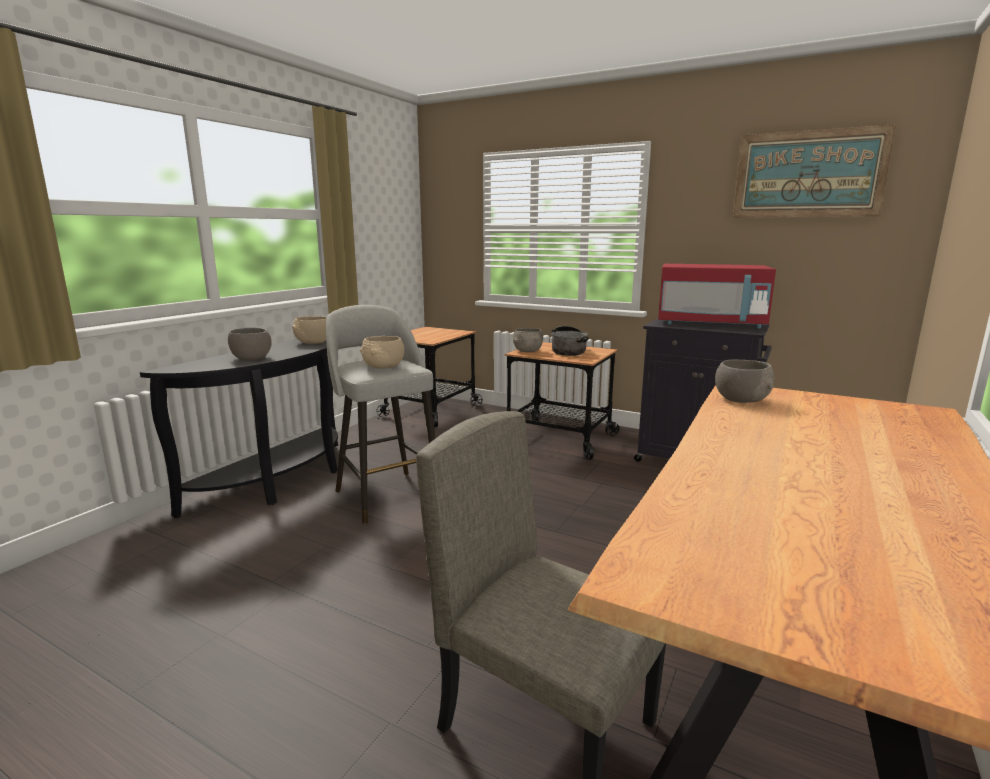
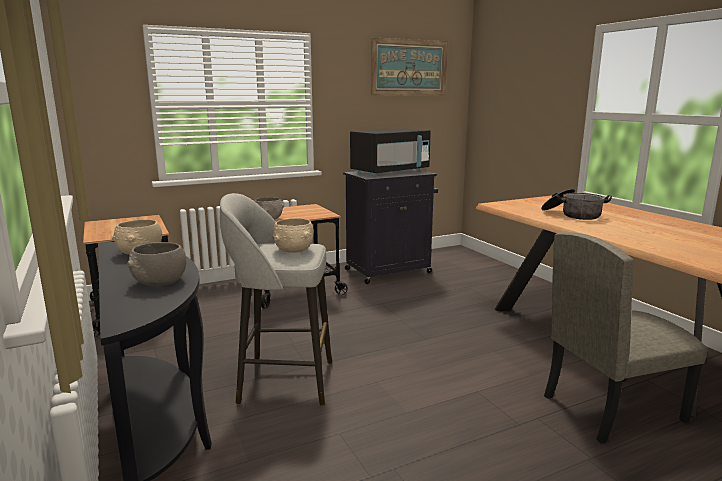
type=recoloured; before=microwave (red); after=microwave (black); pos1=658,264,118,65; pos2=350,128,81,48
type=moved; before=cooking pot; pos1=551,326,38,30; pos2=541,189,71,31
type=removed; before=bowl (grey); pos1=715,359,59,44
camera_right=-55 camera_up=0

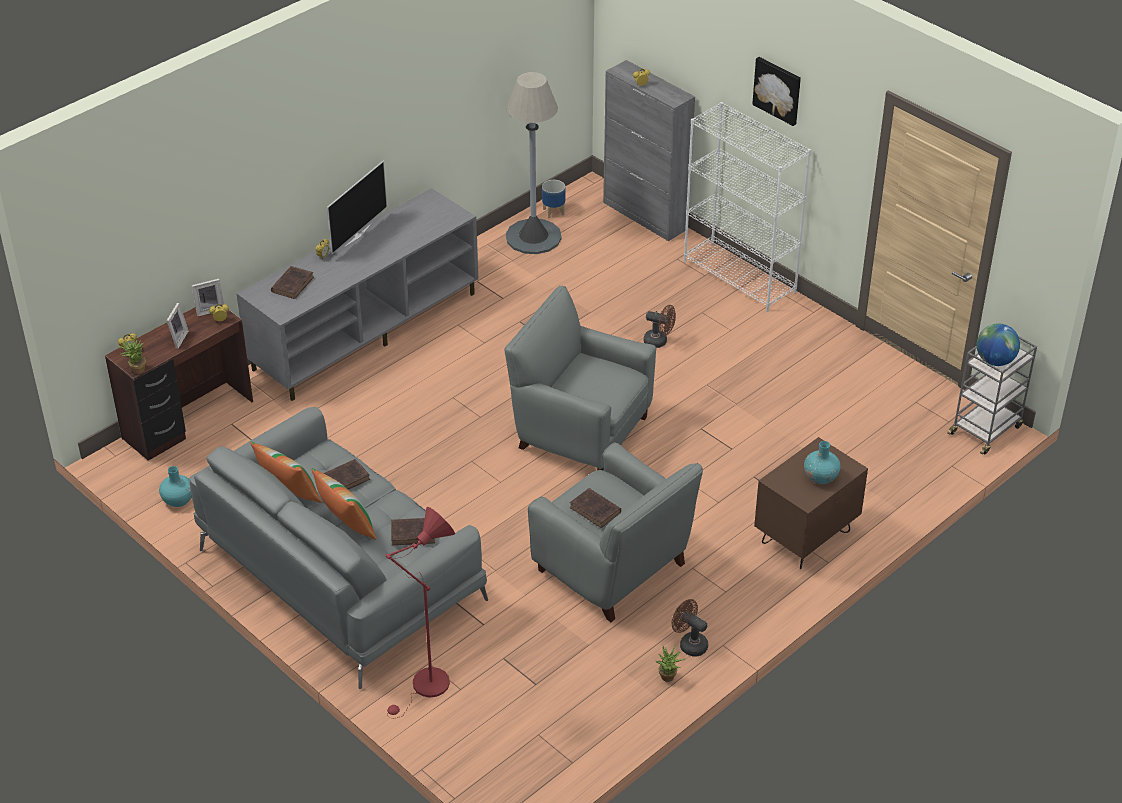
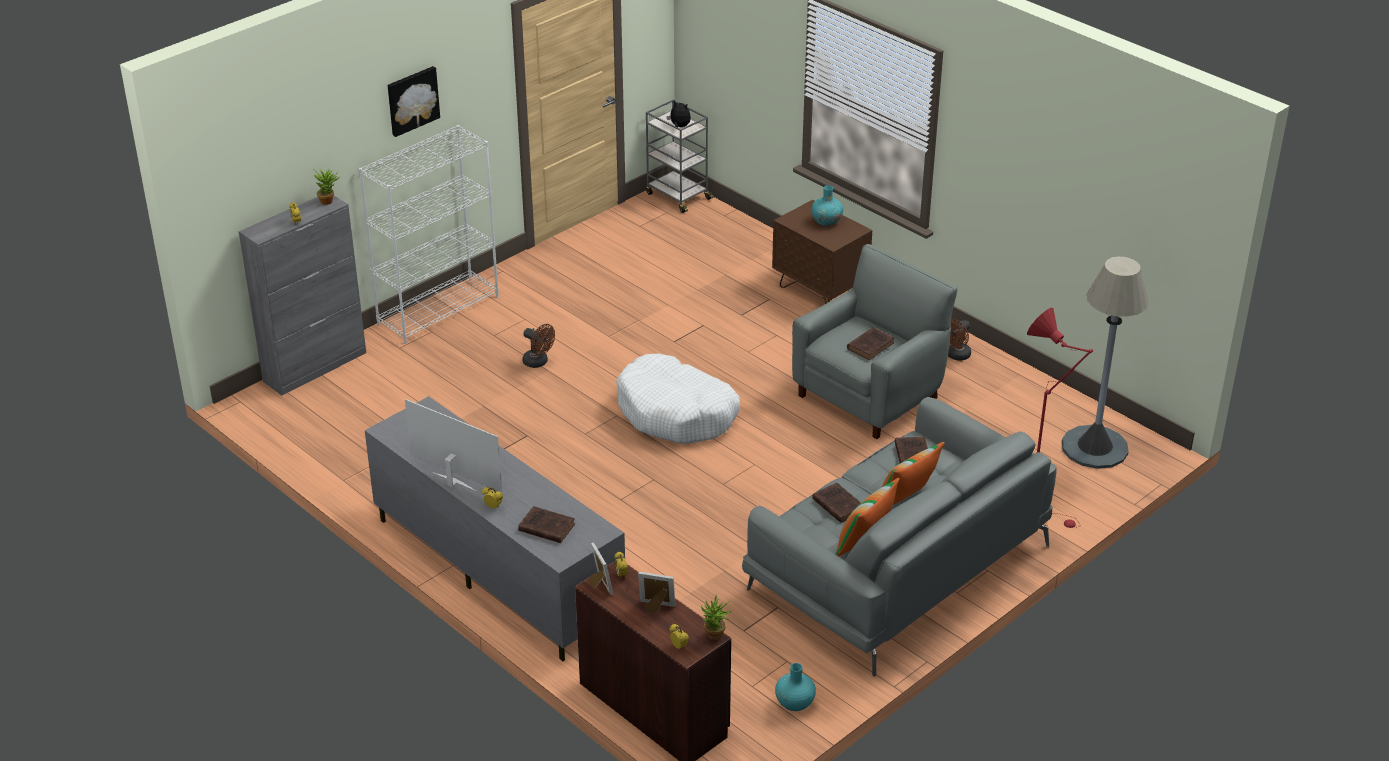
type=moved; before=floor lamp (grey); pos1=506,72,56,182; pos2=1062,257,87,212
type=removed; before=planter; pos1=542,180,23,39
type=replaced; before=armchair (grey); after=dog bed (white); pos1=505,286,151,184; pos2=616,354,124,90
type=turned; before=fan (brown); pos1=643,305,33,43; pos2=523,324,32,44; turn=105
type=replaced; before=globe; after=plush toy; pos1=977,323,43,43; pos2=667,100,24,27
type=moved; before=potted plant; pos1=655,644,31,38; pos2=313,169,26,36
camera_right=-90 camera_up=-5

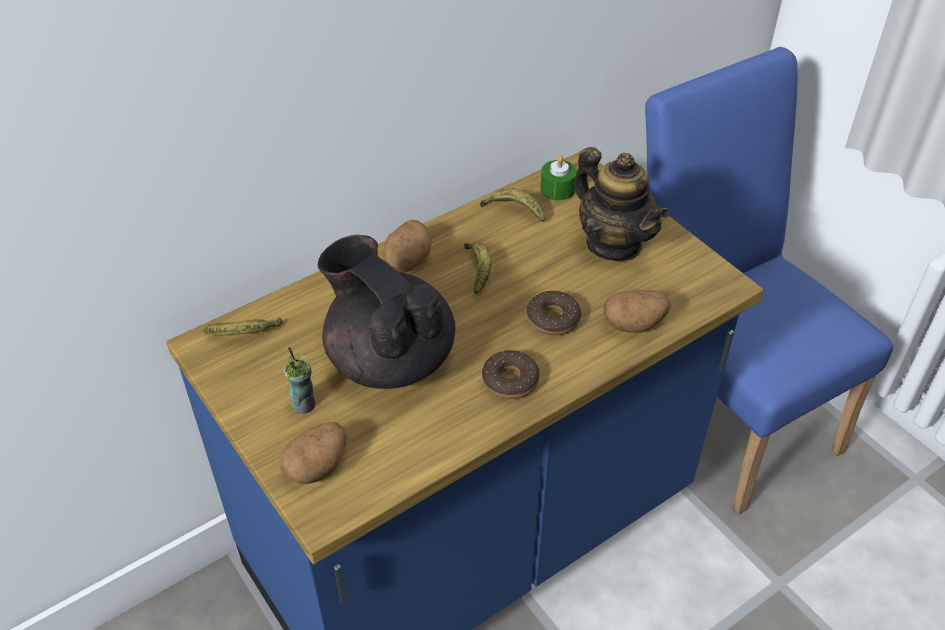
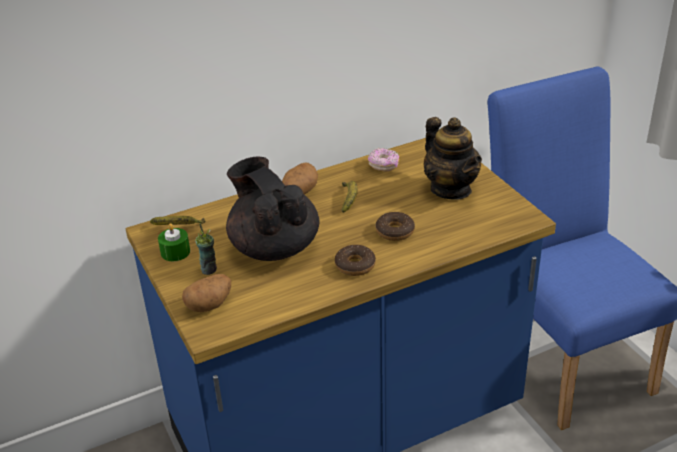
type=moved; before=candle (green); pos1=540,155,37,46; pos2=158,223,32,38
type=replaced; before=banana; after=donut; pos1=480,188,65,34; pos2=368,148,31,23
type=removed; before=potato; pos1=604,290,67,43
camera_right=10 camera_up=-10

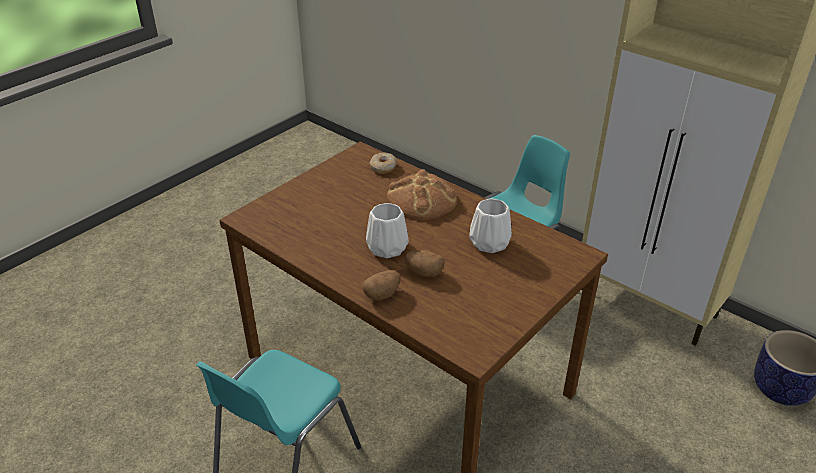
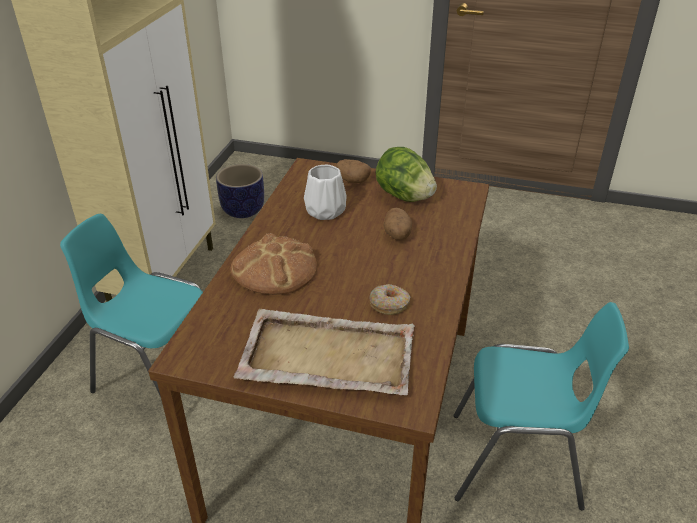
type=moved; before=donut; pos1=370,153,27,21; pos2=370,284,40,31
type=removed; before=vase (white); pos1=366,203,43,55
type=moved; before=potato; pos1=362,270,39,30; pos2=336,159,35,24
type=added; after=lettuce; pos2=376,147,61,55
type=added; after=tray (beige); pos2=234,309,181,86
camera_right=-115 camera_up=0

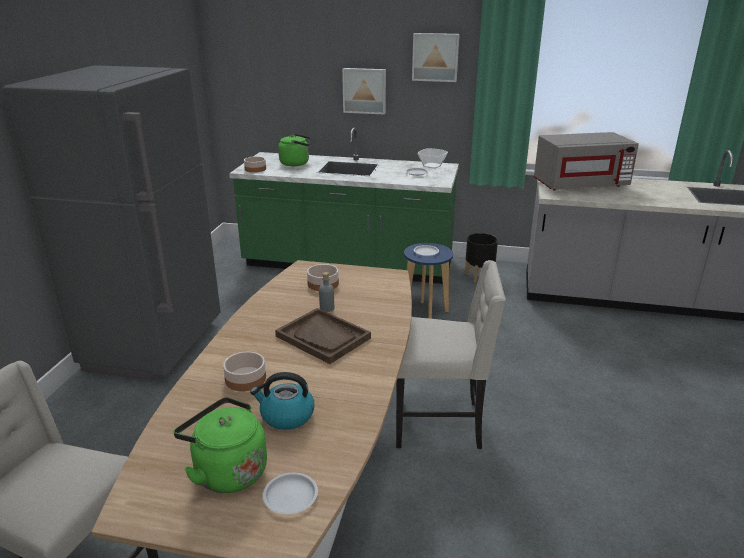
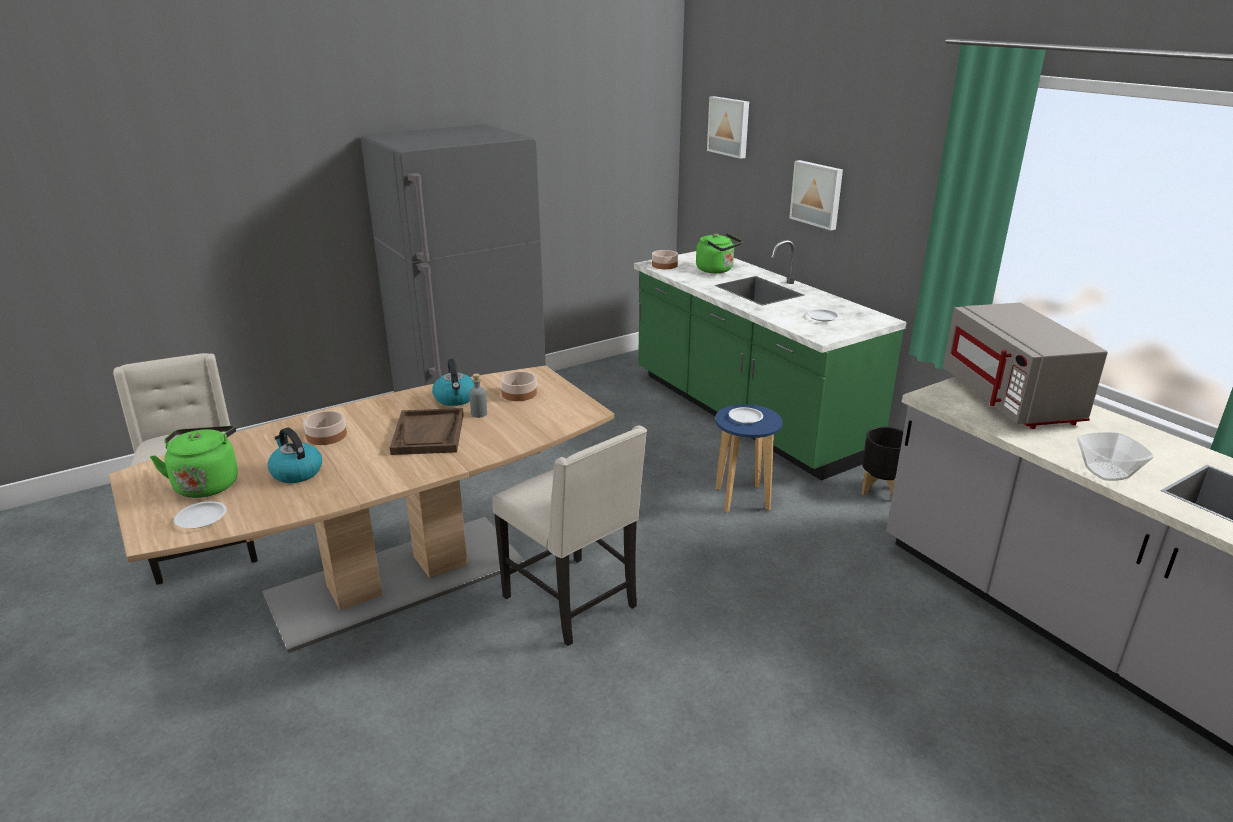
type=moved; before=picture; pos1=412,33,48,49; pos2=707,96,42,63
type=turned; before=microwave (grey); pos1=534,132,105,59; pos2=943,303,165,126; turn=45
type=moved; before=bowl; pos1=418,148,30,20; pos2=1077,432,77,49
type=added; after=kettle; pos2=432,359,42,47
camera_right=45 camera_up=0

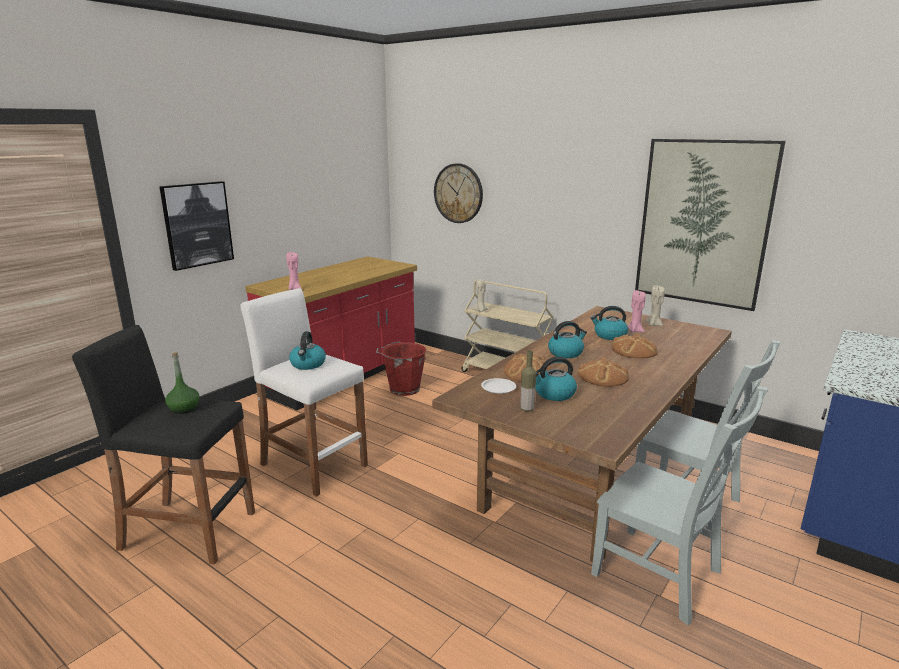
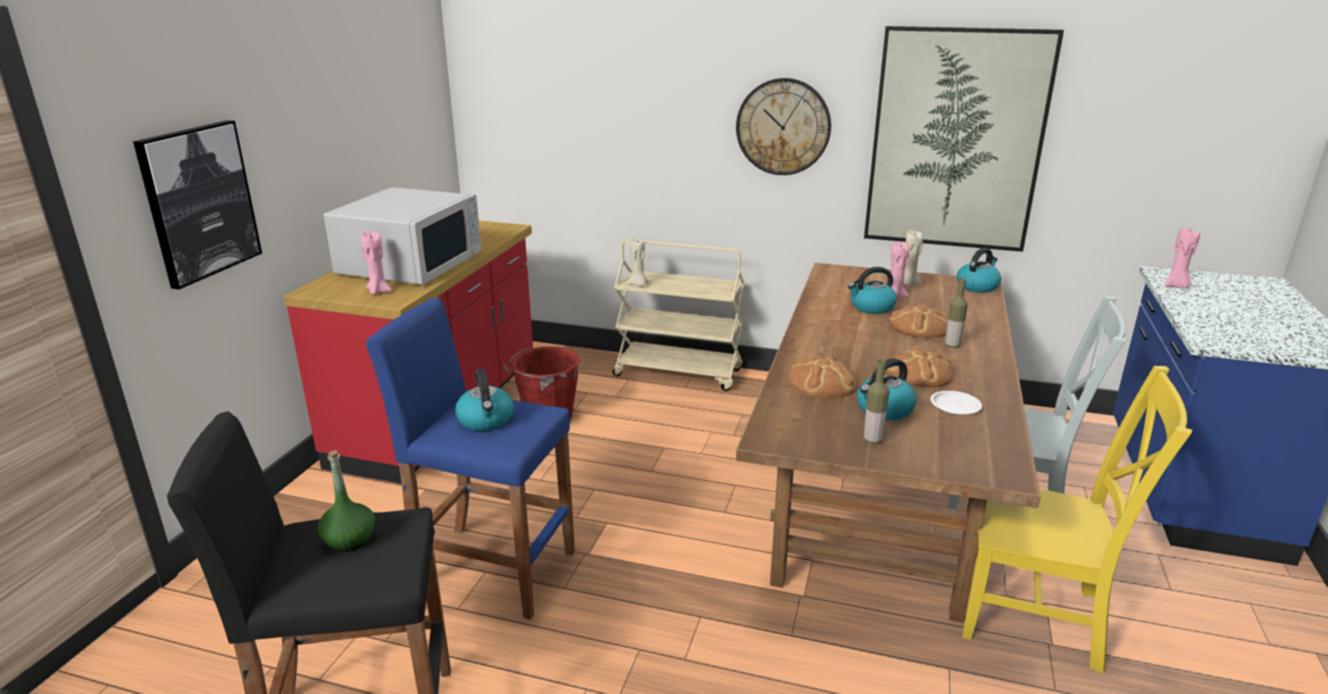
type=moved; before=wall clock; pos1=434,163,49,60; pos2=736,78,95,97
type=recoloured; before=stool (white); after=stool (blue); pos1=240,288,128,209; pos2=366,297,209,323
type=moved; before=kettle; pos1=548,321,39,37; pos2=957,248,44,45
type=moved; before=plate (white); pos1=481,378,35,16; pos2=931,391,51,24
type=recoloured; before=chair (grey); after=chair (yellow); pos1=591,386,177,239; pos2=962,366,230,307
type=added; after=microwave (white); pos2=324,187,157,98
type=added; after=candle (pink); pos2=1165,228,35,60
type=added; after=bottle; pos2=945,278,22,70
camera_right=-20 camera_up=5

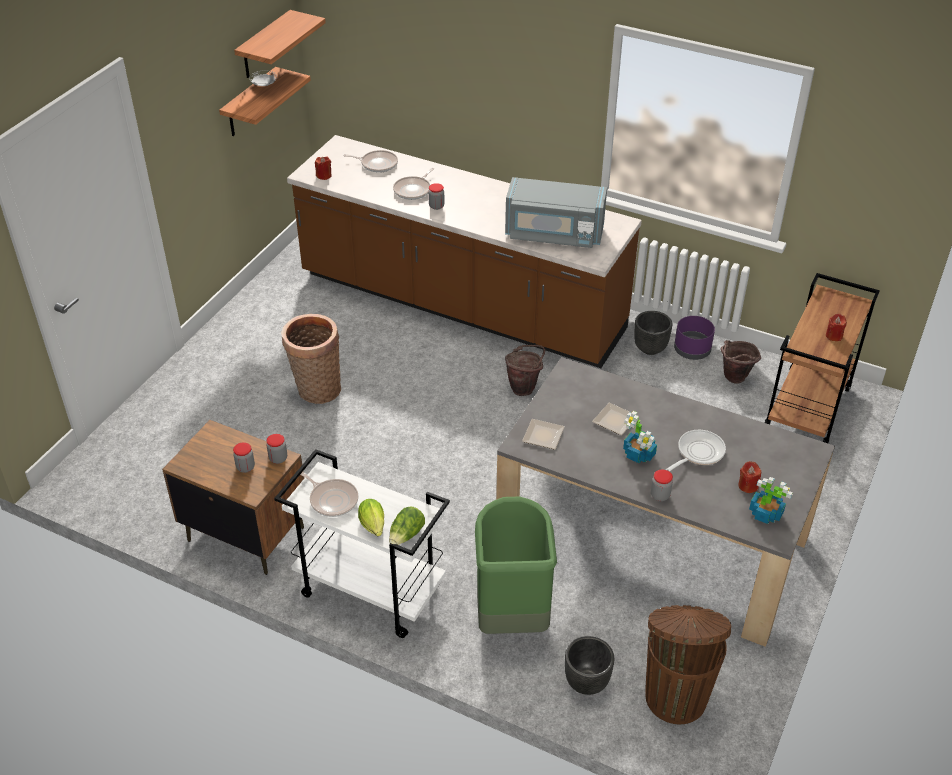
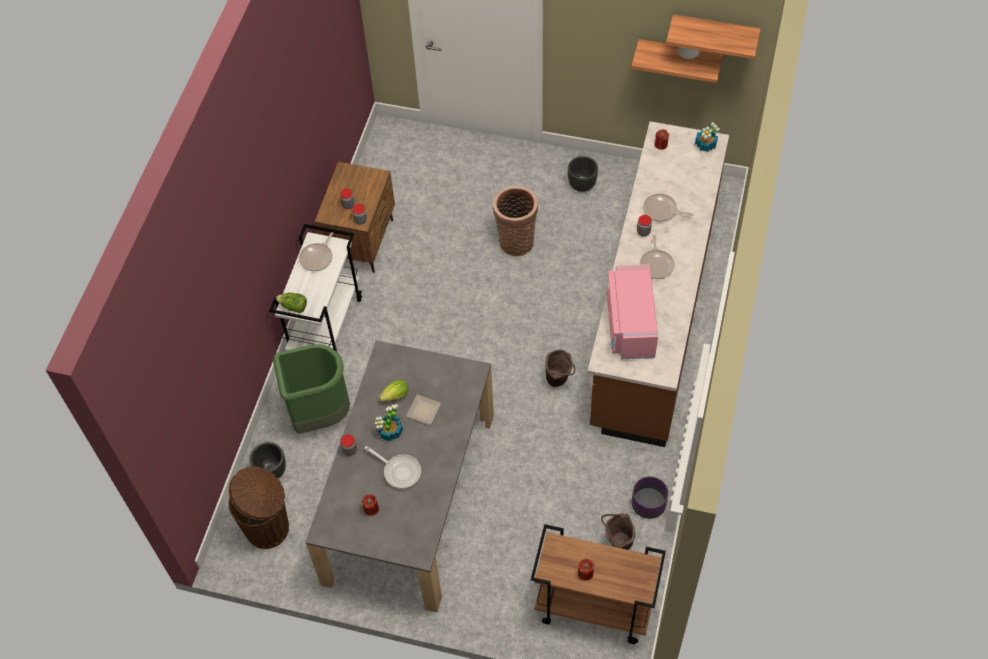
type=moved; before=frying pan; pos1=343,150,55,23; pos2=640,235,35,44
type=recoloured; before=microwave (grey); after=microwave (pink); pos1=505,177,102,71; pos2=607,264,51,95
type=moved; before=planter (black); pos1=634,311,38,44; pos2=568,156,30,36
type=removed; before=plate; pos1=522,419,43,31
type=moved; before=potted plant; pos1=749,477,44,47; pos2=695,122,25,30
type=moved; before=lettuce; pos1=358,499,26,37; pos2=379,380,30,22
camera_right=80 camera_up=15

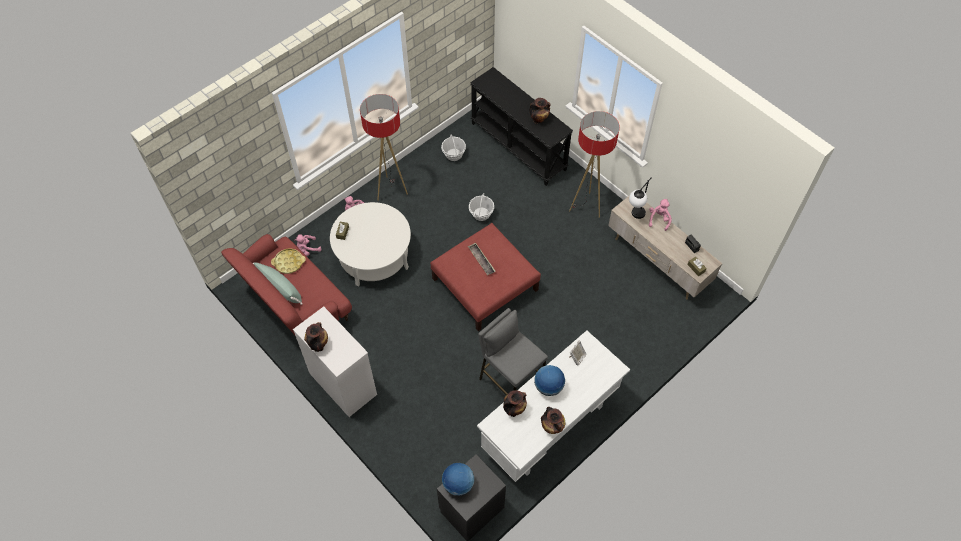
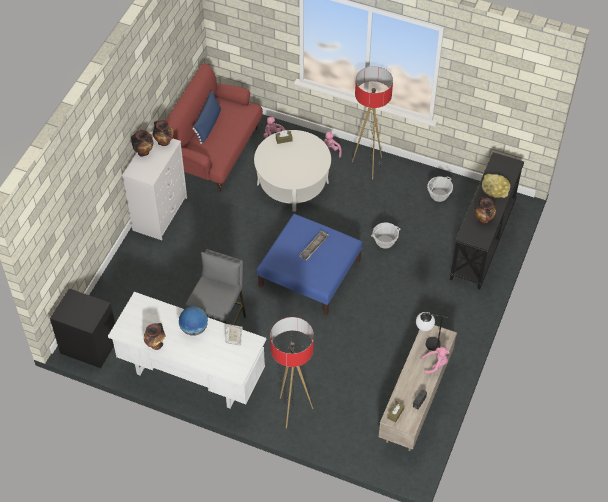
type=moved; before=floor lamp; pos1=569,111,51,107; pos2=270,317,44,112
type=recoloured; before=ottoman (red); after=ottoman (blue); pos1=430,223,111,108; pos2=257,214,105,102
type=moved; before=tray (yellow); pos1=271,248,35,26; pos2=482,174,28,24
type=recoloured; before=pillow (green); after=pillow (blue); pos1=253,262,50,43; pos2=193,91,28,53
type=moved; before=vase; pos1=503,390,24,27; pos2=152,120,22,26
type=removed; before=globe; pos1=442,463,32,33
camera_right=65 camera_up=-5

